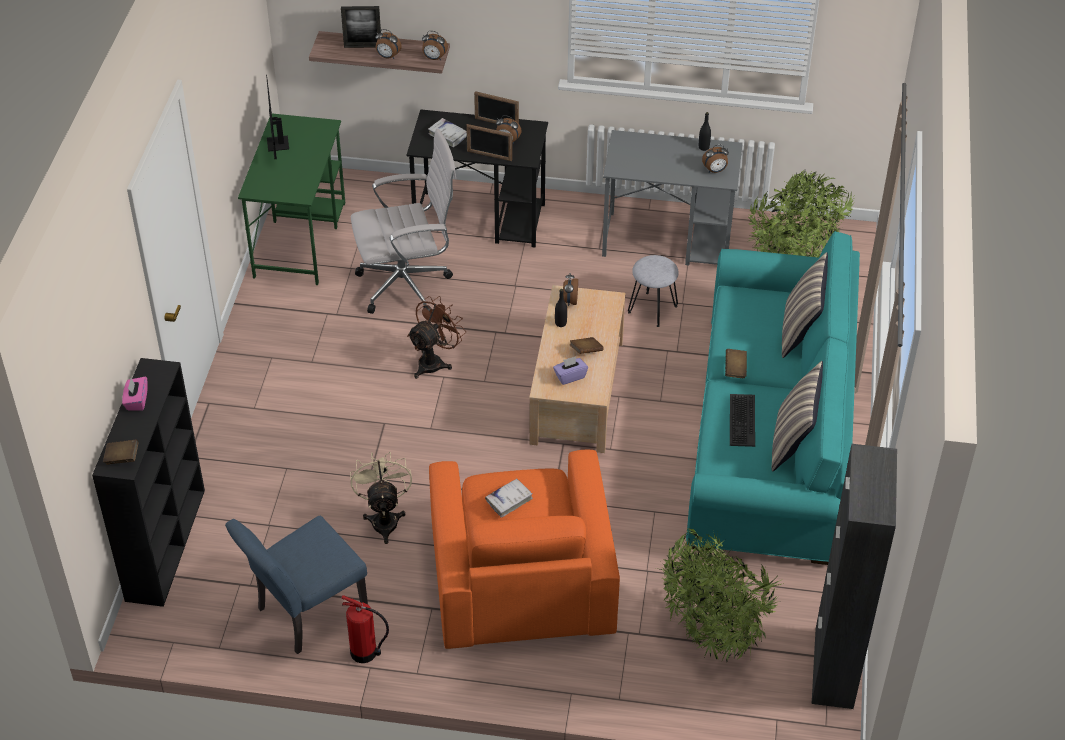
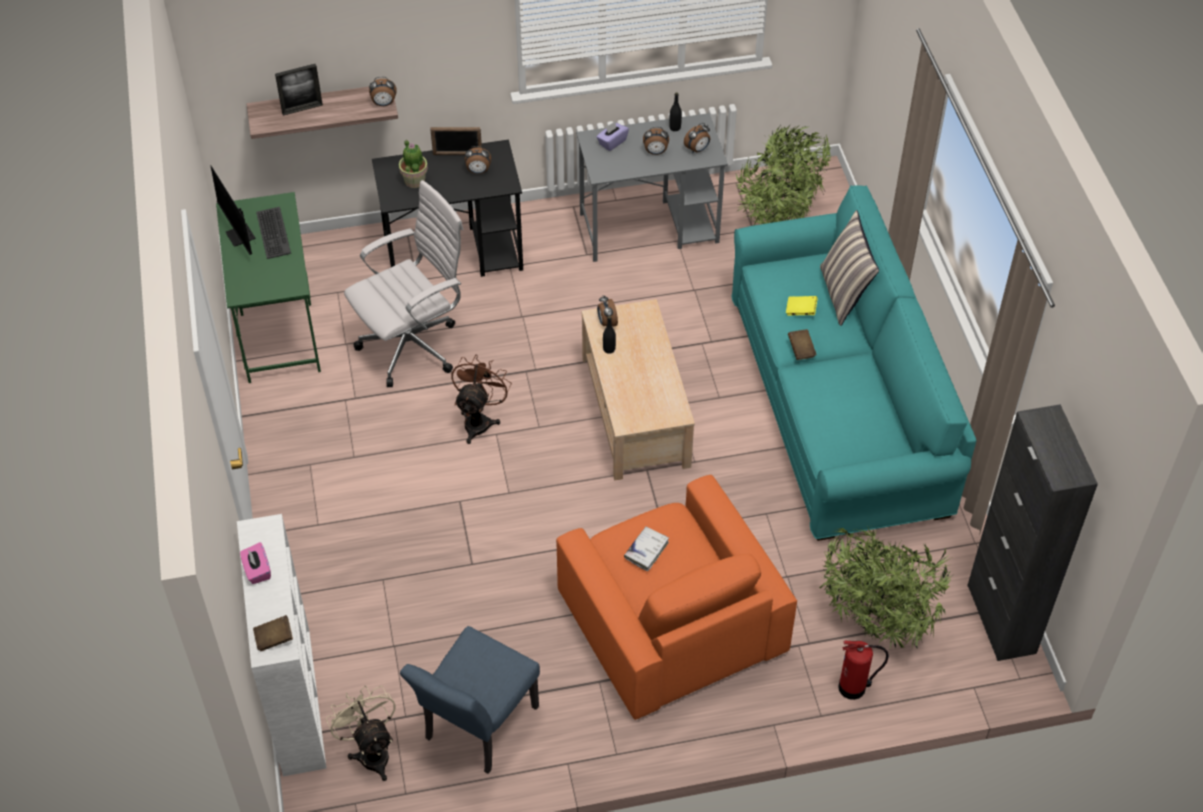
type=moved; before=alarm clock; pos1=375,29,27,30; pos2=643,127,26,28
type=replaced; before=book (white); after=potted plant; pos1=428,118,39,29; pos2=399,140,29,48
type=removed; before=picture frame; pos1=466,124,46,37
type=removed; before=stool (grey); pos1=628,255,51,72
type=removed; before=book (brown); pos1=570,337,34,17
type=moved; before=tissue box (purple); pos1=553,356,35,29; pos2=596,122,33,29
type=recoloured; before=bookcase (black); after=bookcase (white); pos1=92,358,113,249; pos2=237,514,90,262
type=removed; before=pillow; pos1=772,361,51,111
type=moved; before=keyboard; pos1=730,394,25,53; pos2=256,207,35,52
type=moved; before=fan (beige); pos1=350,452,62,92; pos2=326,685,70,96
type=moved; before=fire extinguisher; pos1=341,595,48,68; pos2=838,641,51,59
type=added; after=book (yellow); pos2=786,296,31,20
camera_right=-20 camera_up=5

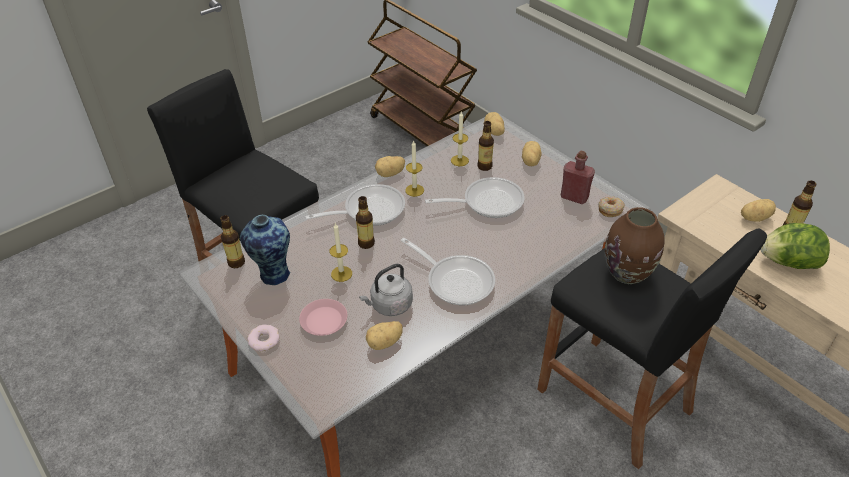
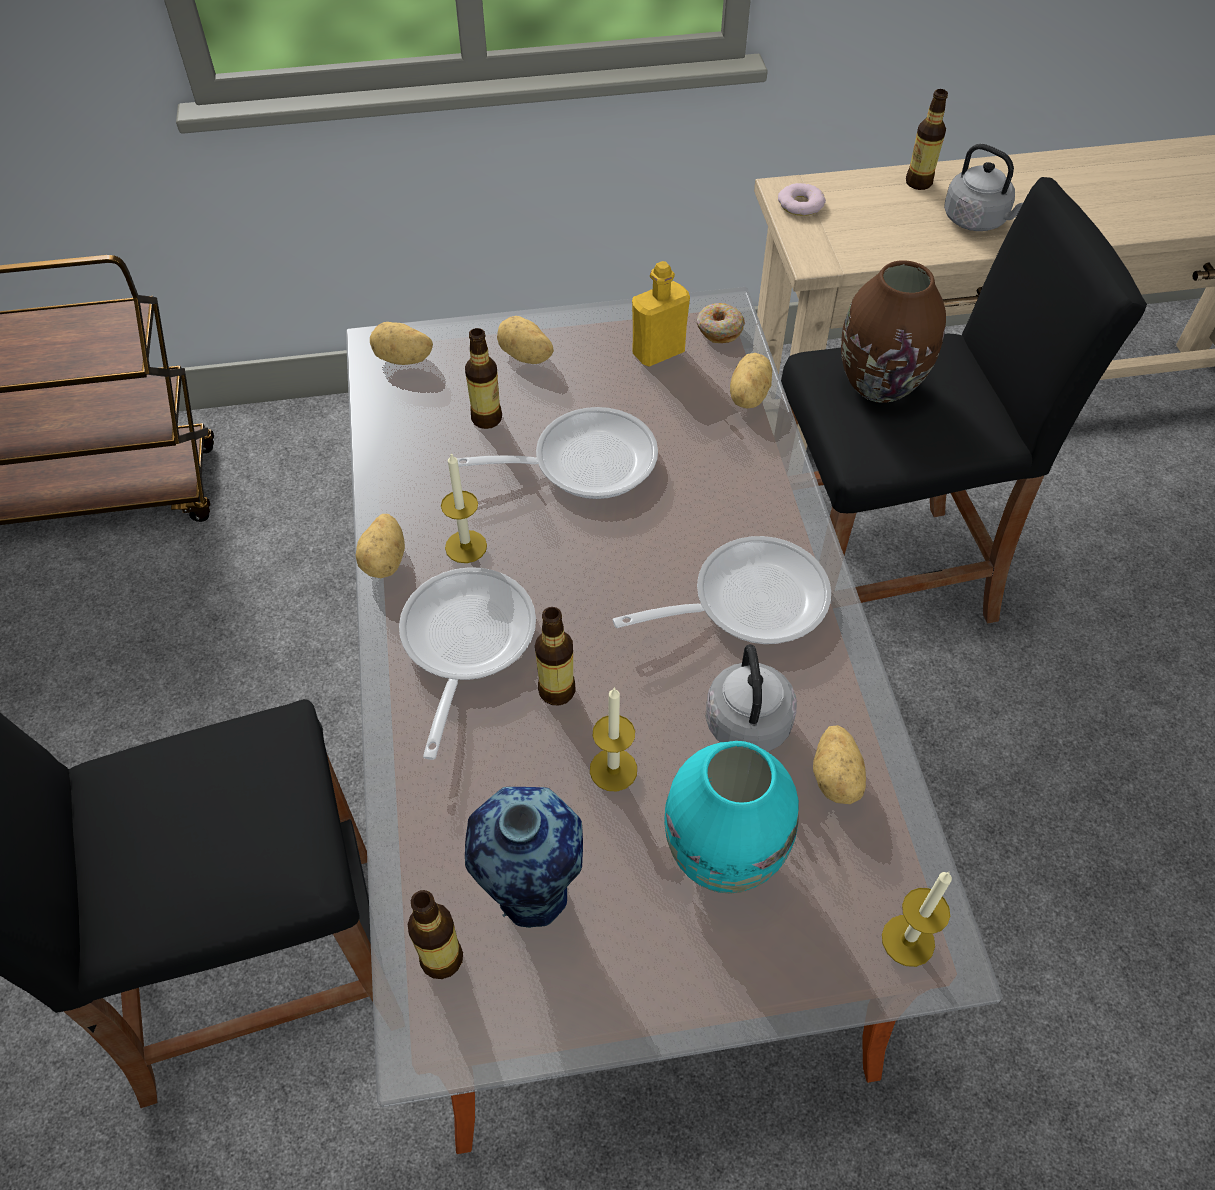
type=moved; before=candle; pos1=451,112,18,54; pos2=882,872,70,95
type=recoloured; before=bottle (red); after=bottle (yellow); pos1=561,150,34,54; pos2=632,261,58,106
type=turned; before=frying pan; pos1=425,177,100,41; pos2=457,407,201,92; turn=60
type=moved; before=potato; pos1=741,199,35,23; pos2=730,353,42,55
type=replaced; before=lettuce; after=kettle (grey); pos1=760,223,70,46; pos2=944,144,79,87
type=replaced; before=plate (pink); after=vase (turquoise); pos1=299,299,48,37; pos2=664,741,135,153
type=moved; before=donut; pos1=247,324,33,27; pos2=778,183,48,33
camera_right=-60 camera_up=10

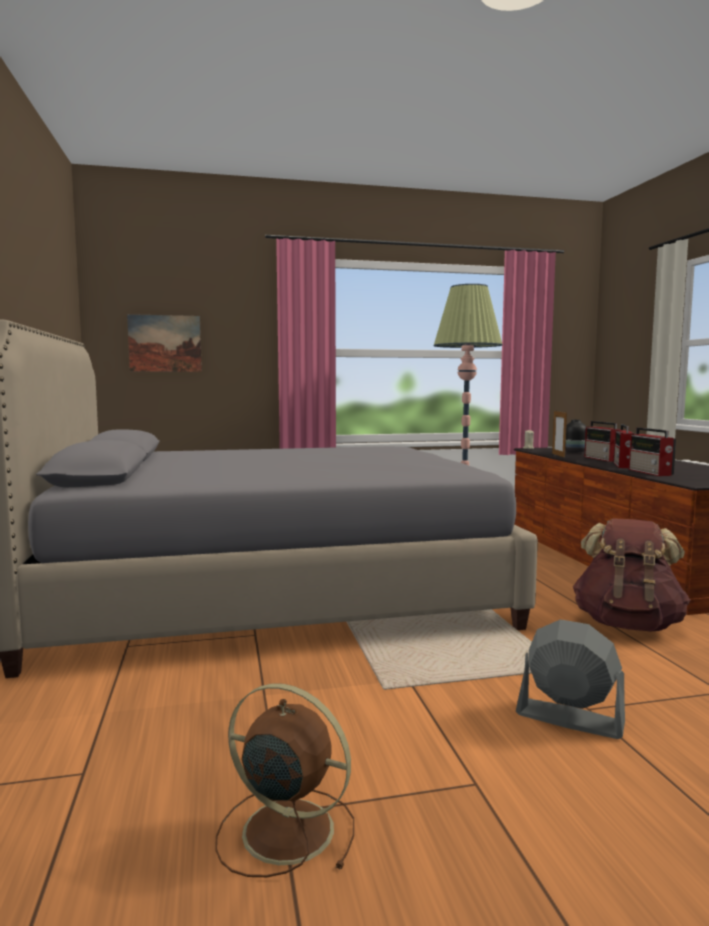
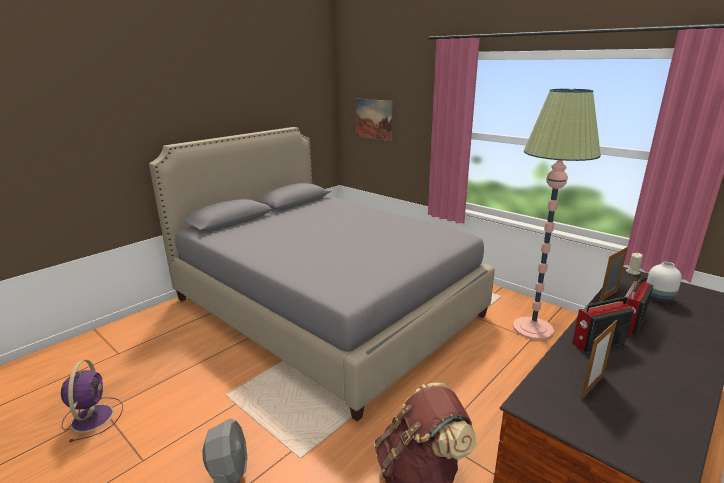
type=recoloured; before=vase (black); after=vase (white); pos1=565,420,21,32; pos2=647,262,35,41
type=removed; before=radio; pos1=629,427,47,49
type=recoloured; before=fan (brown); after=fan (purple); pos1=215,683,139,194; pos2=61,360,62,82
type=added; after=picture frame; pos2=581,320,36,79
camera_right=55 camera_up=15

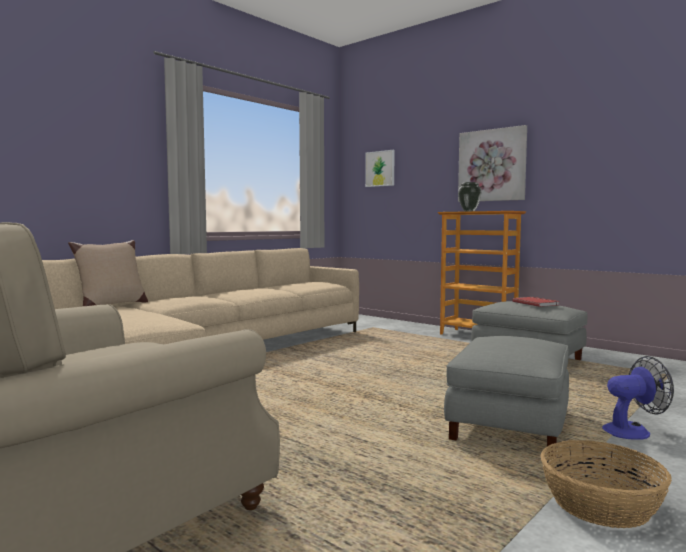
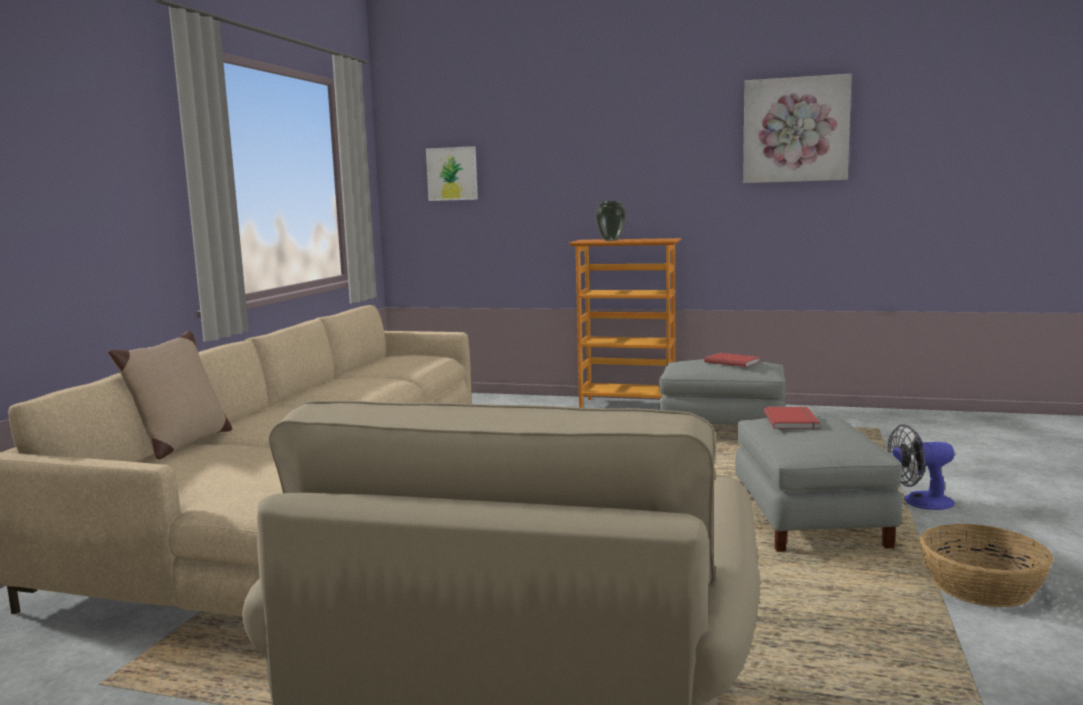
type=moved; before=picture; pos1=458,125,69,77; pos2=743,74,109,109
type=turned; before=fan; pos1=602,356,72,84; pos2=887,424,67,86; turn=-150
type=added; after=book (red); pos2=764,406,56,23
camera_right=-25 camera_up=5

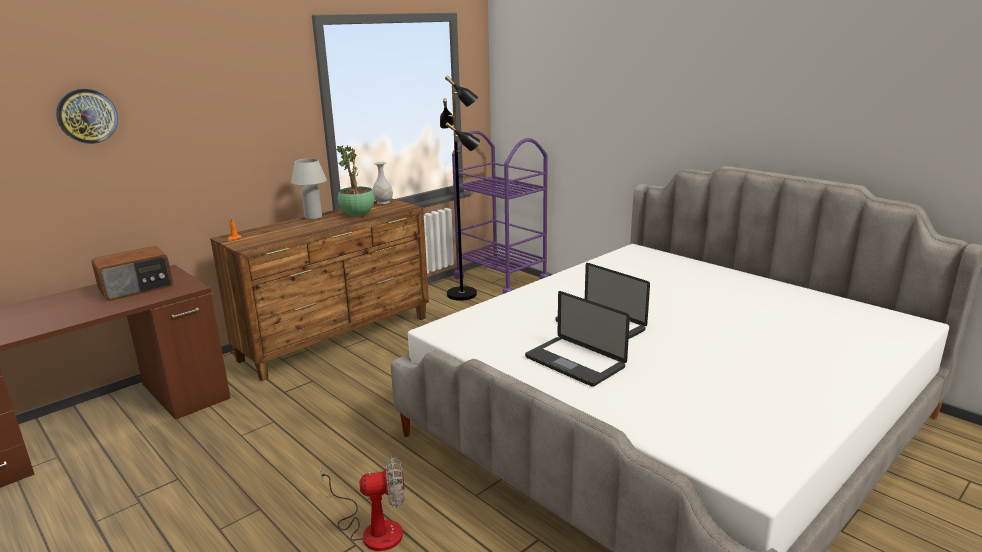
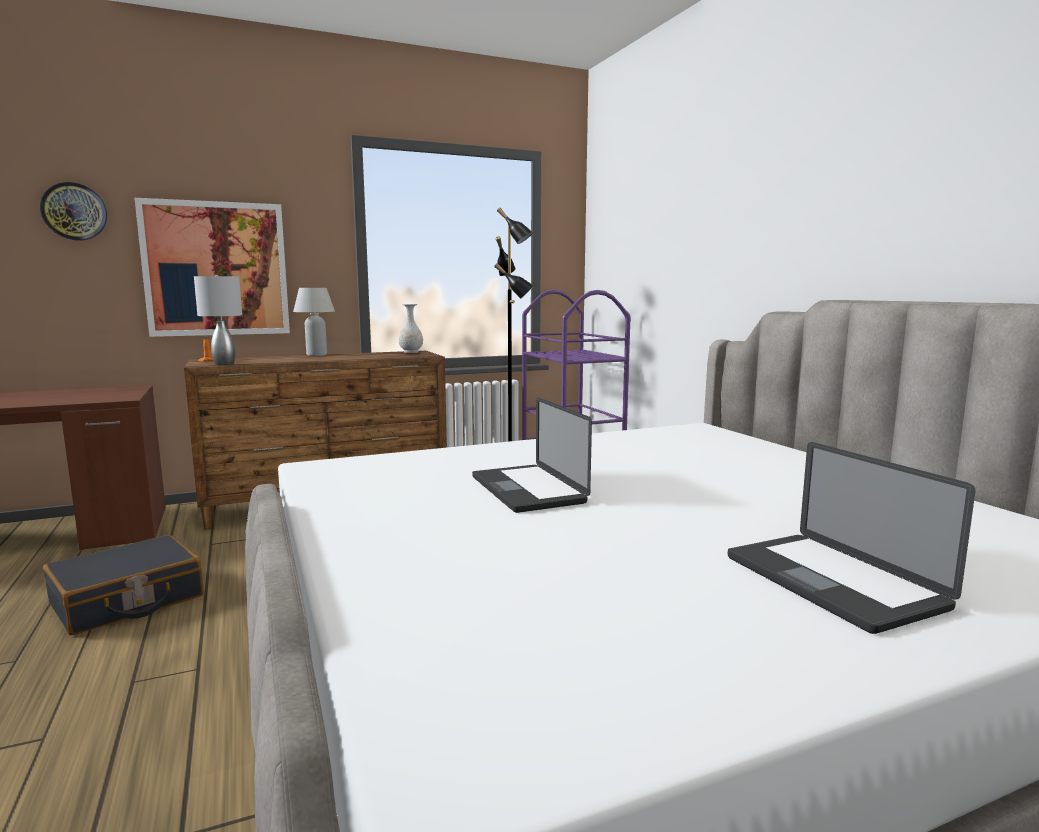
type=removed; before=potted plant; pos1=336,144,39,73
type=removed; before=radio; pos1=91,246,82,55
type=moved; before=laptop; pos1=525,291,105,96; pos2=728,442,247,192
type=removed; before=fan; pos1=320,455,84,96
type=added; after=picture; pos2=134,198,156,139
type=added; after=table lamp (grey); pos2=194,275,48,90
type=added; after=suitcase (black); pos2=43,535,161,100
camera_right=20 camera_up=-10

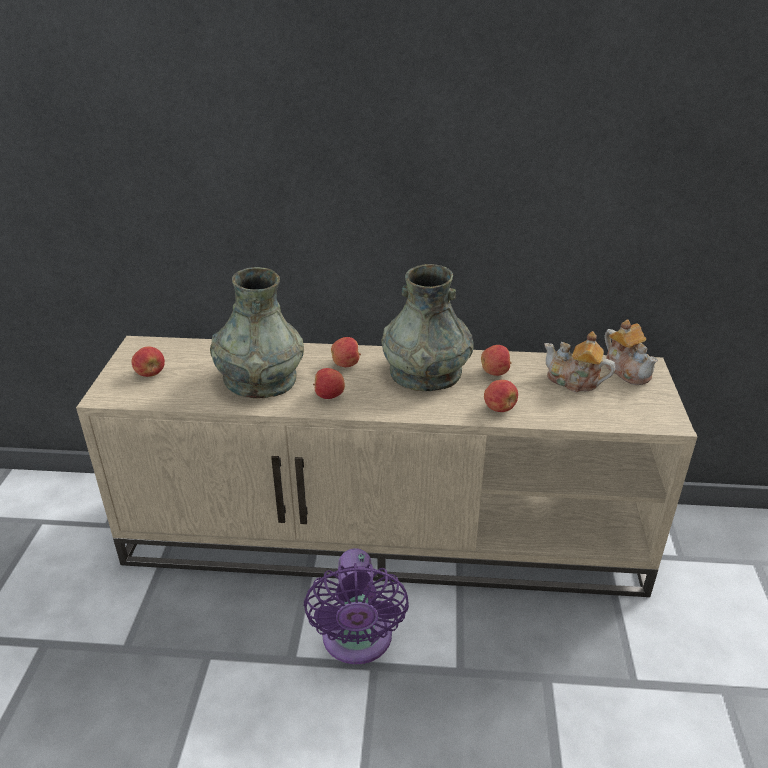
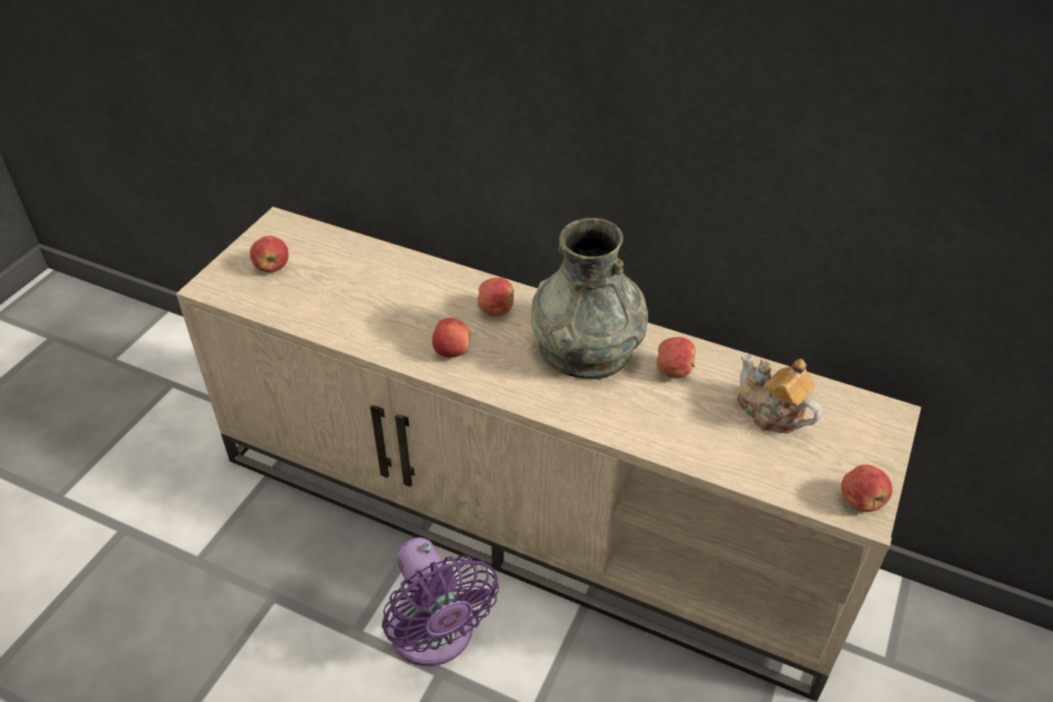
type=removed; before=vase (grey); pos1=210,267,94,131
type=removed; before=teapot; pos1=605,319,53,66
type=moved; before=apple; pos1=484,380,34,32; pos2=841,465,51,47
type=turned; before=fan (purple); pos1=304,548,105,116; pos2=382,537,117,129; turn=-45
camera_right=20 camera_up=10

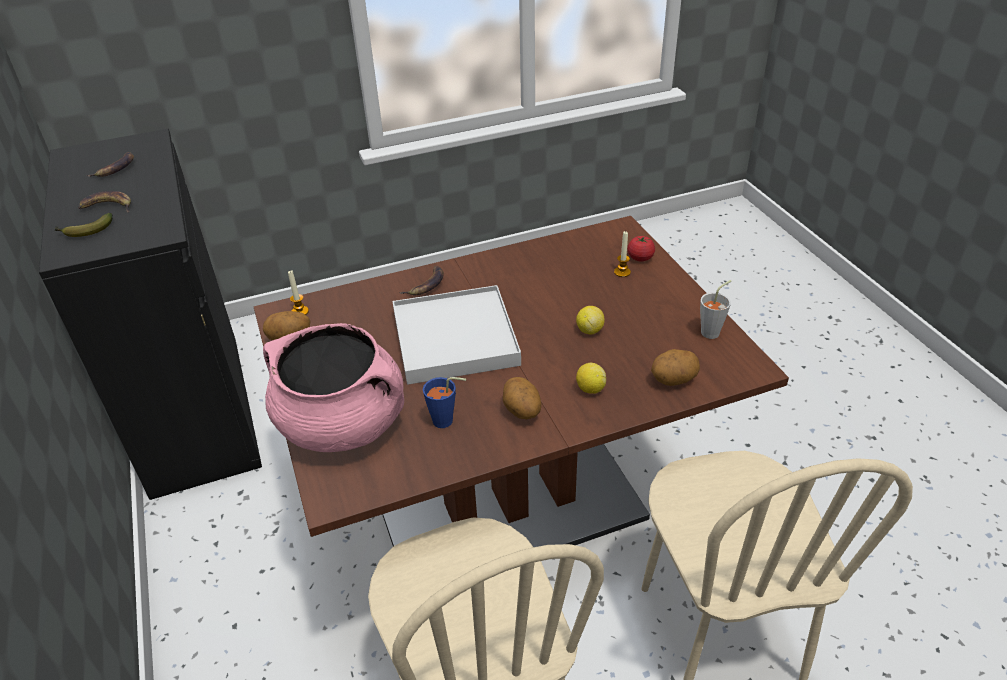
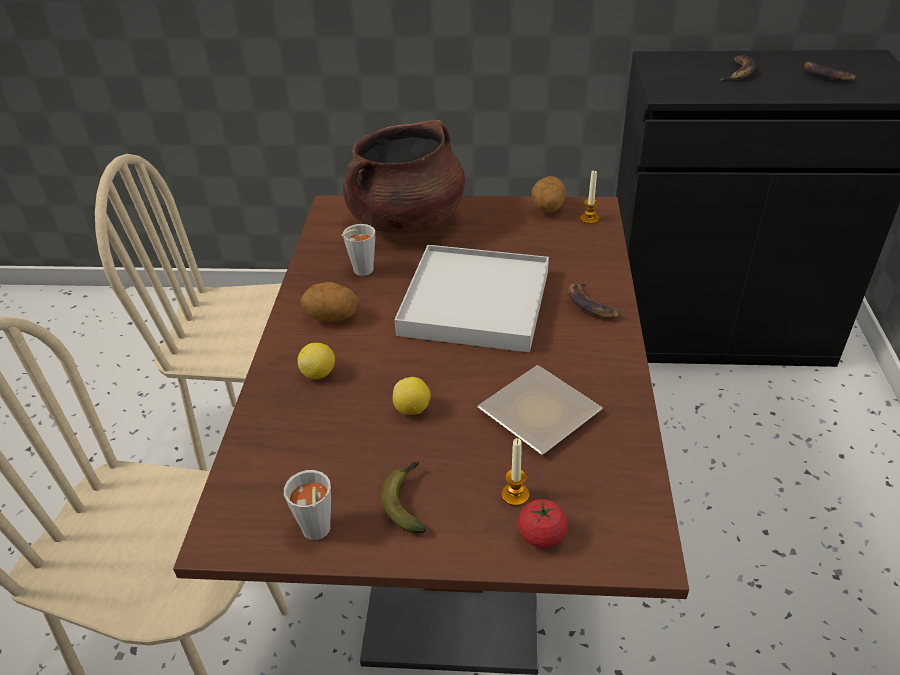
type=moved; before=banana; pos1=54,213,58,24; pos2=381,462,45,72
type=recoloured; before=cooking pot (pink); after=cooking pot (brown); pos1=263,323,141,129; pos2=343,120,122,114
type=removed; before=potato; pos1=651,349,49,37
type=recoloured; before=cup (blue); after=cup (grey); pos1=423,377,43,51; pos2=341,224,34,52
type=added; after=plate; pos2=477,365,126,90
camera_right=115 camera_up=0

